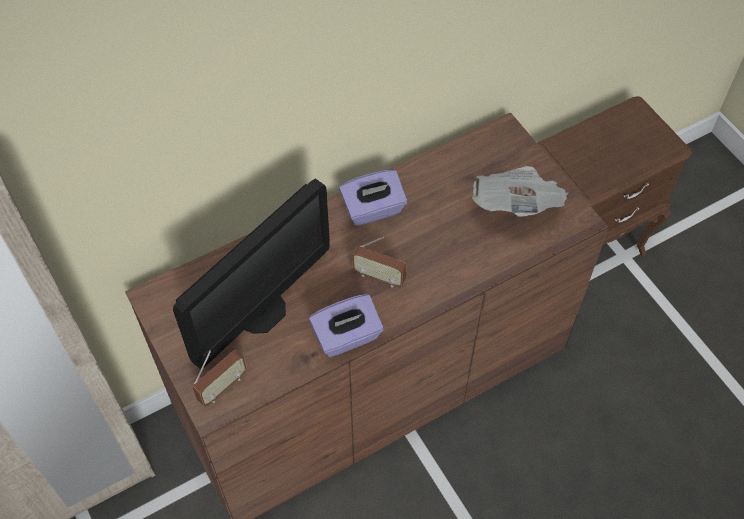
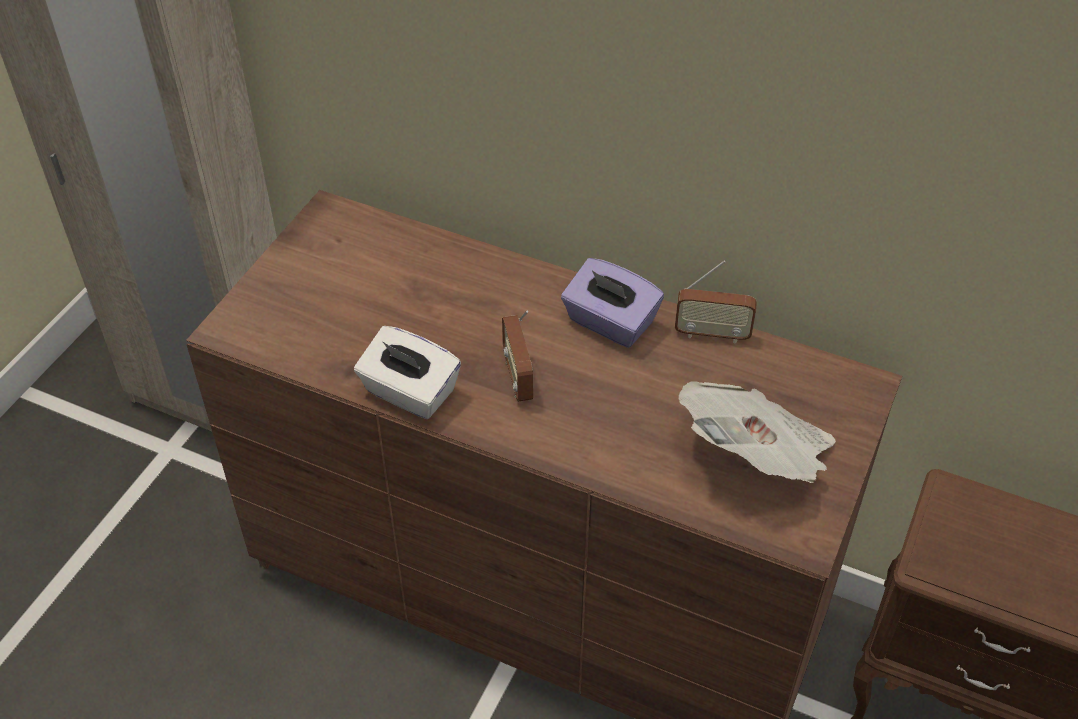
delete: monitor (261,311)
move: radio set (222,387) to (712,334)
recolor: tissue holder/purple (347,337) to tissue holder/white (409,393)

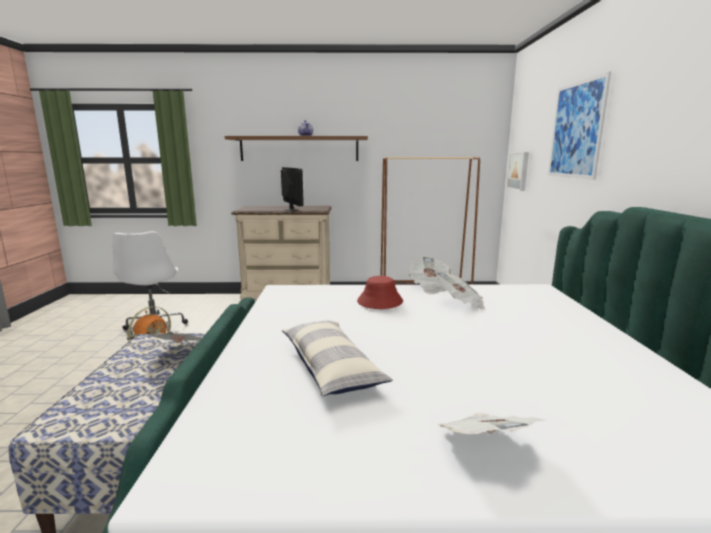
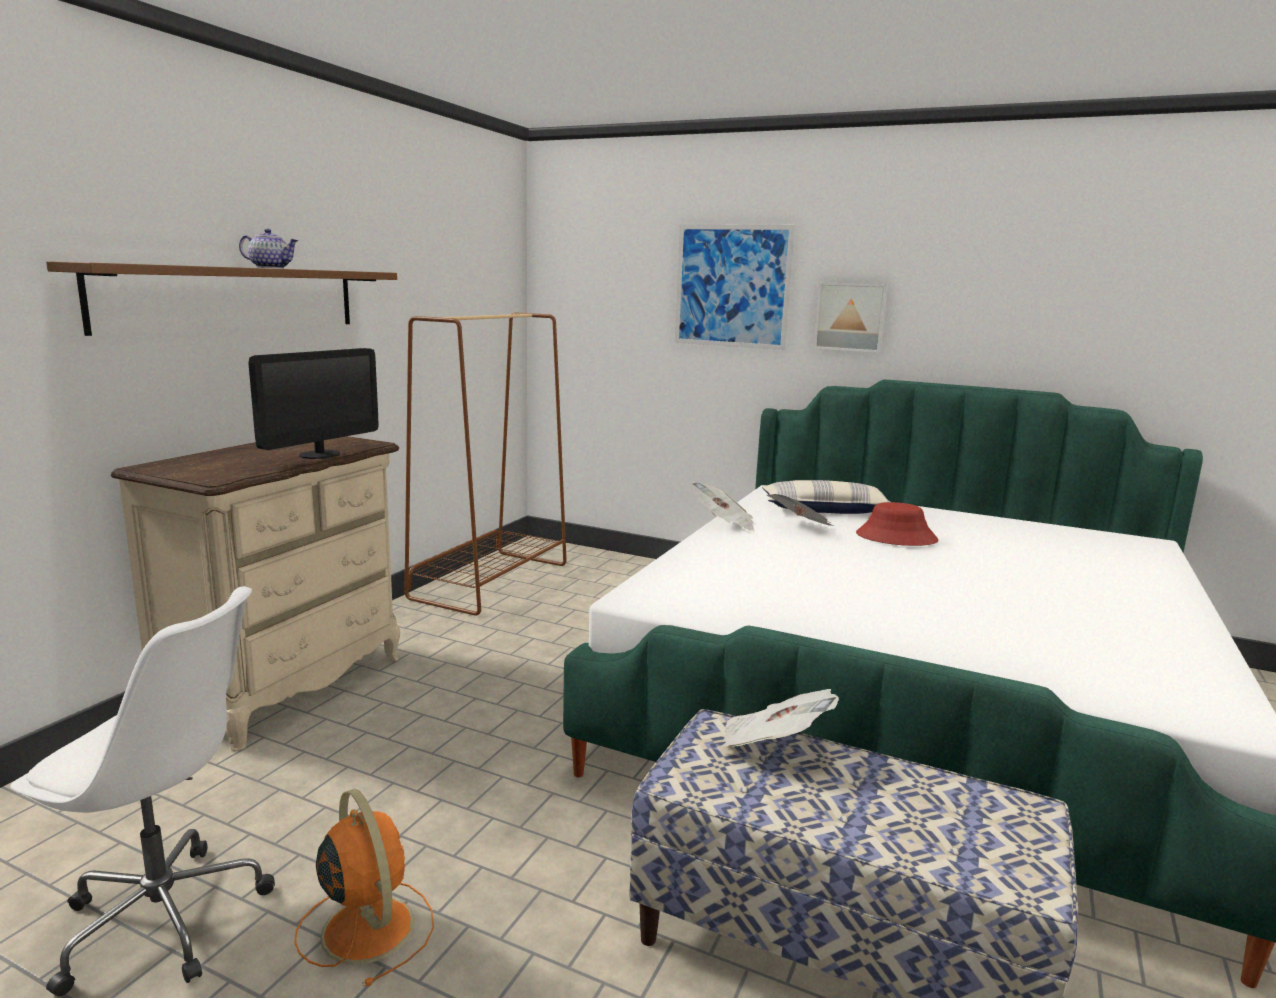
delete: daily paper (485,445)
move: throw pillow (331,368) to (825,510); clothing hat/red-coloured (379,301) to (896,538); picture (519,171) to (850,317)
rotate: monitor (291,210) = (319,454) 120 degrees clockwise

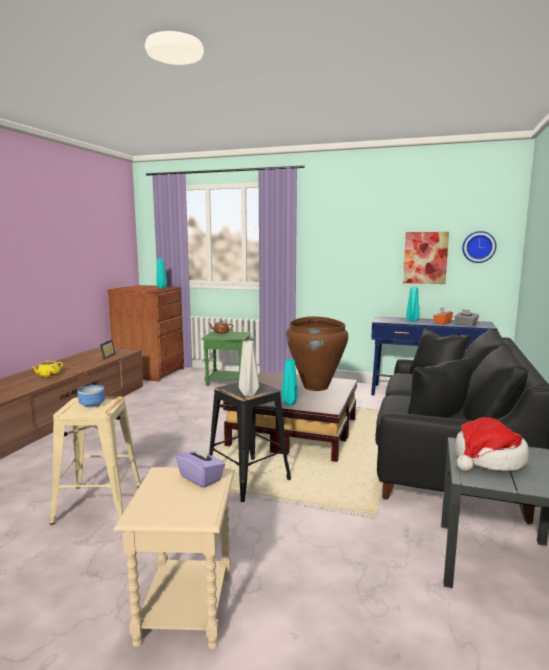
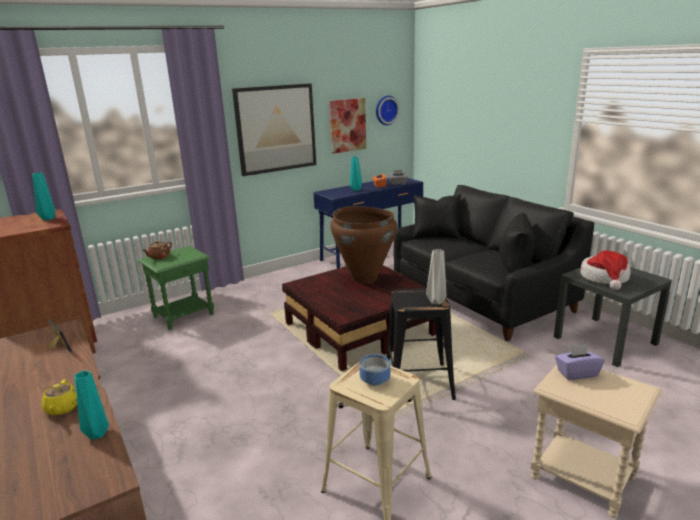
insert: picture (276,129)
move: vase/turquoise (289,404) to (97,435)

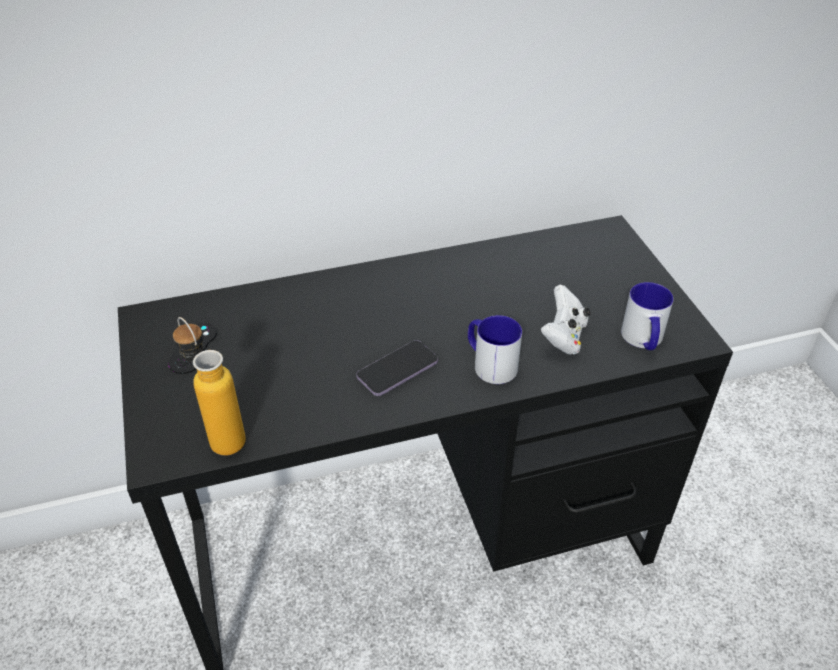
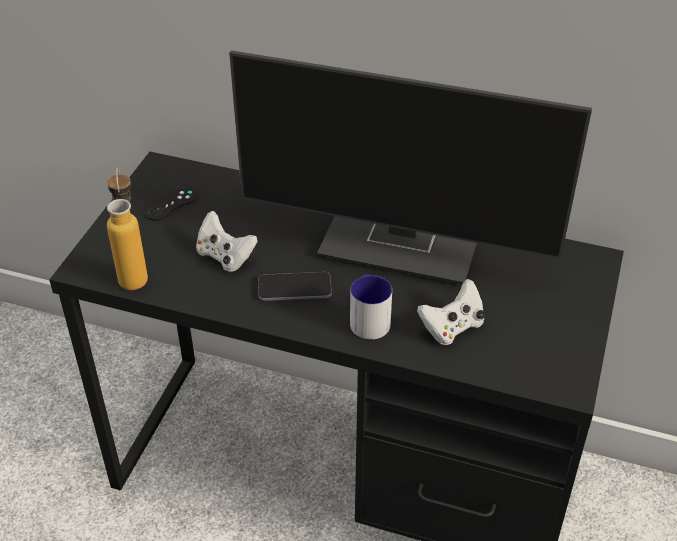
delete: coffee mug (643,340)
insert: joypad/white (225,257); monitor (404,242)

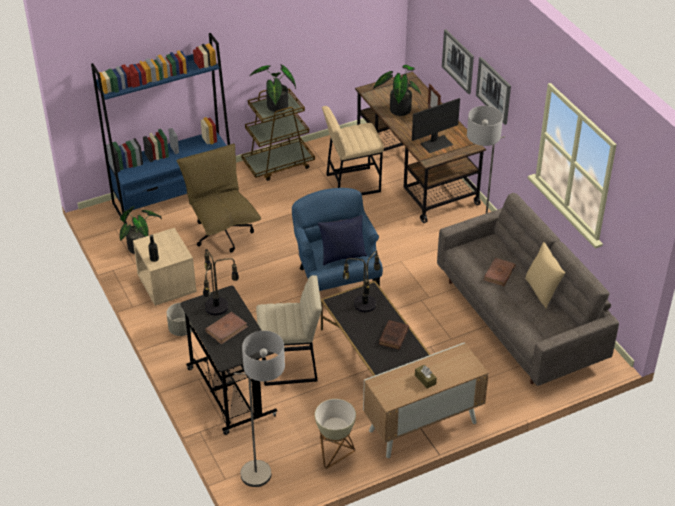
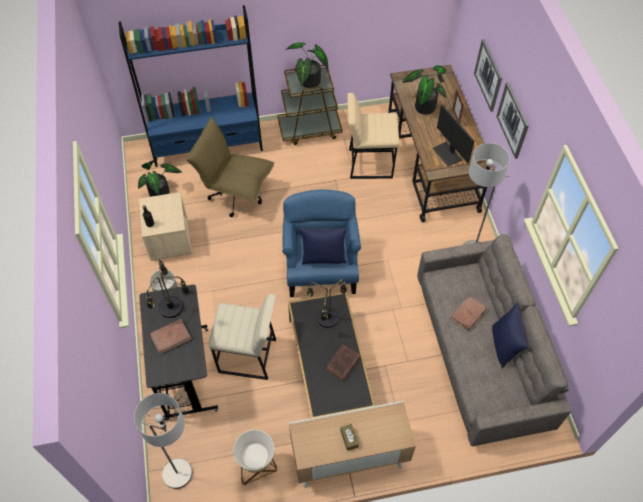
recolor: throw pillow/sand-coloured (542,291) to throw pillow/blue-coloured (504,345)
rotate: office chair/sand-coloured (223,234) = (236,195) 60 degrees counterclockwise; monitor (436,143) = (448,154) 75 degrees clockwise

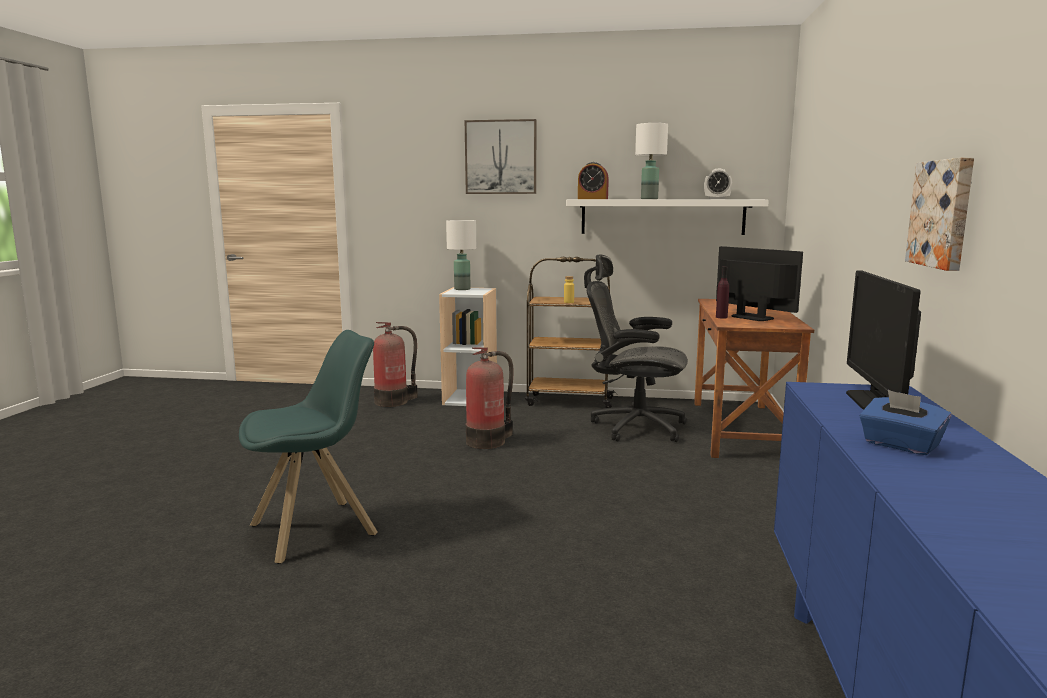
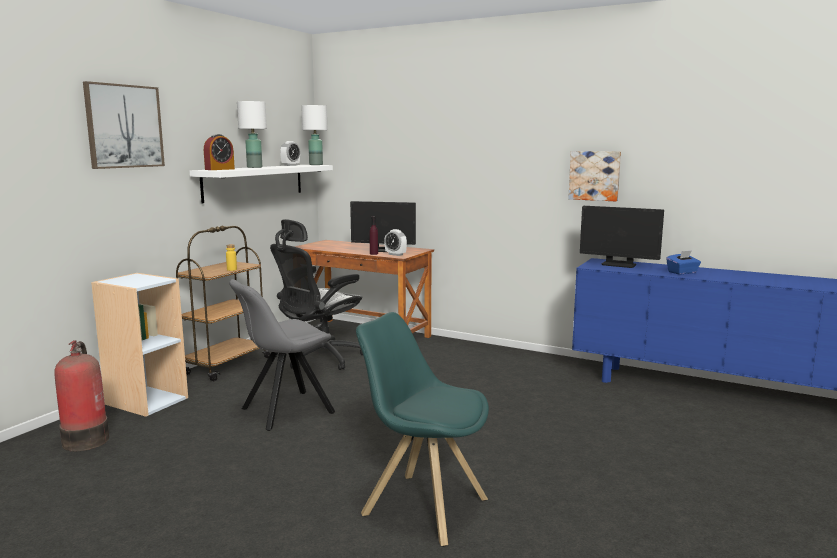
insert: bedside clock (395,254)
move: lamp for a table/white (462,289) to (315,165)
replace: extinguisher (488,441) to chair/gray (286,410)
rotate: chair/turquoise (315,530) = (424,507) 45 degrees counterclockwise; monitor (752,317) = (383,250) 150 degrees counterclockwise

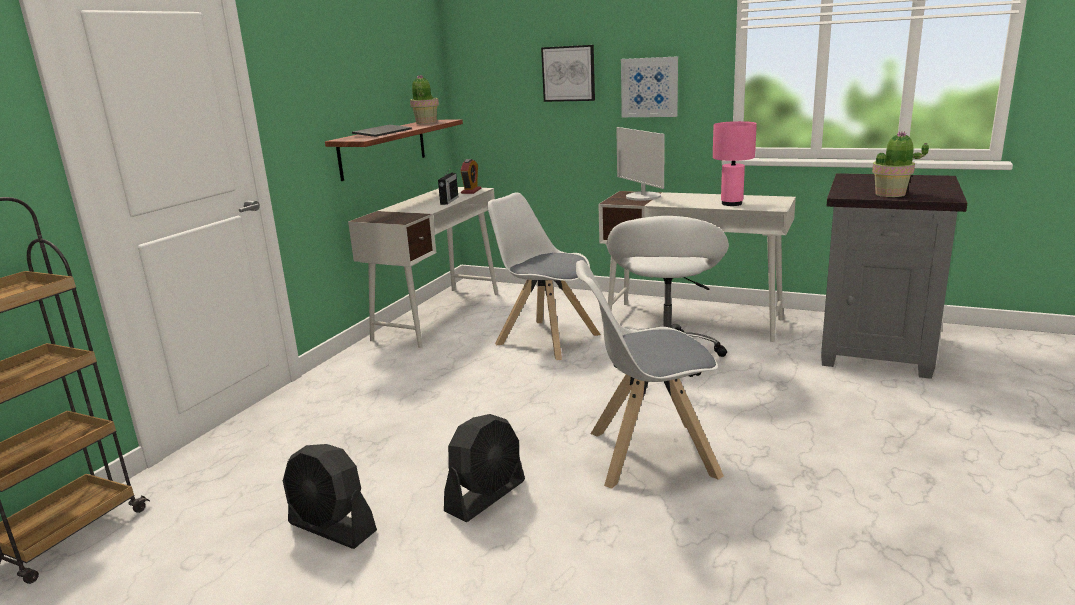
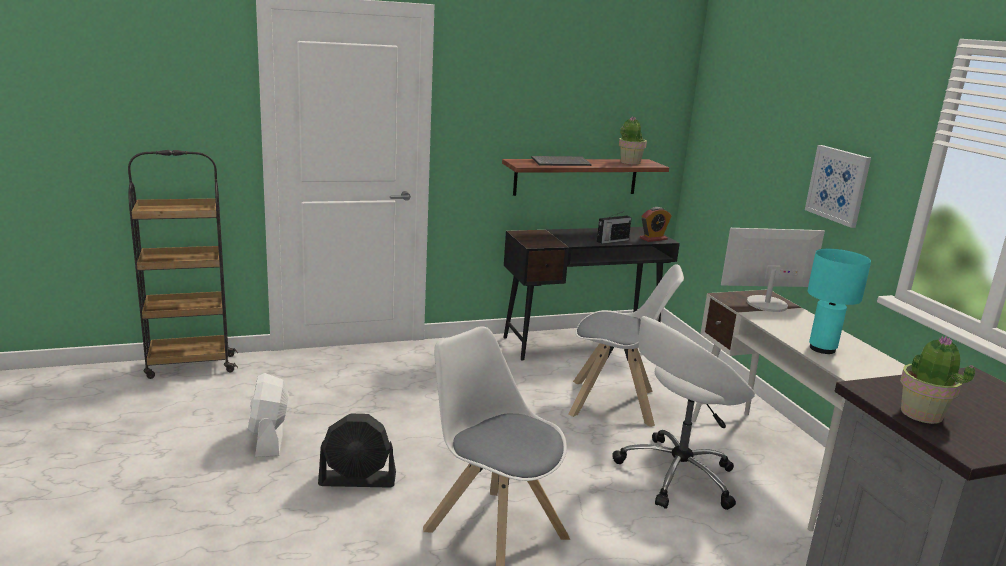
delete: picture (569,73)
recolor: fan/blackish (332,528) to fan/white (269,439); desk table/white (439,315) to desk table/blackish (582,342); lamp for a table/pink (731,204) to lamp for a table/turquoise (821,348)
rotate: chair (545,339) = (615,403) 105 degrees clockwise; monitor (642,197) = (766,304) 60 degrees clockwise

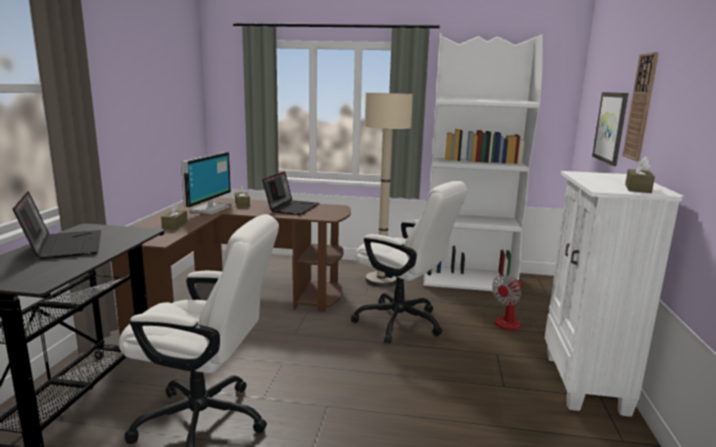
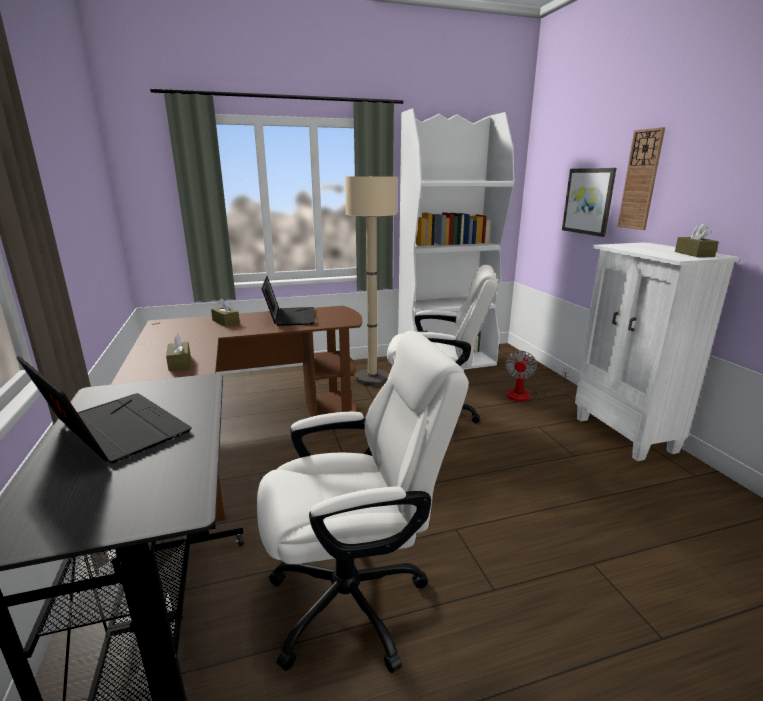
delete: monitor (209,209)

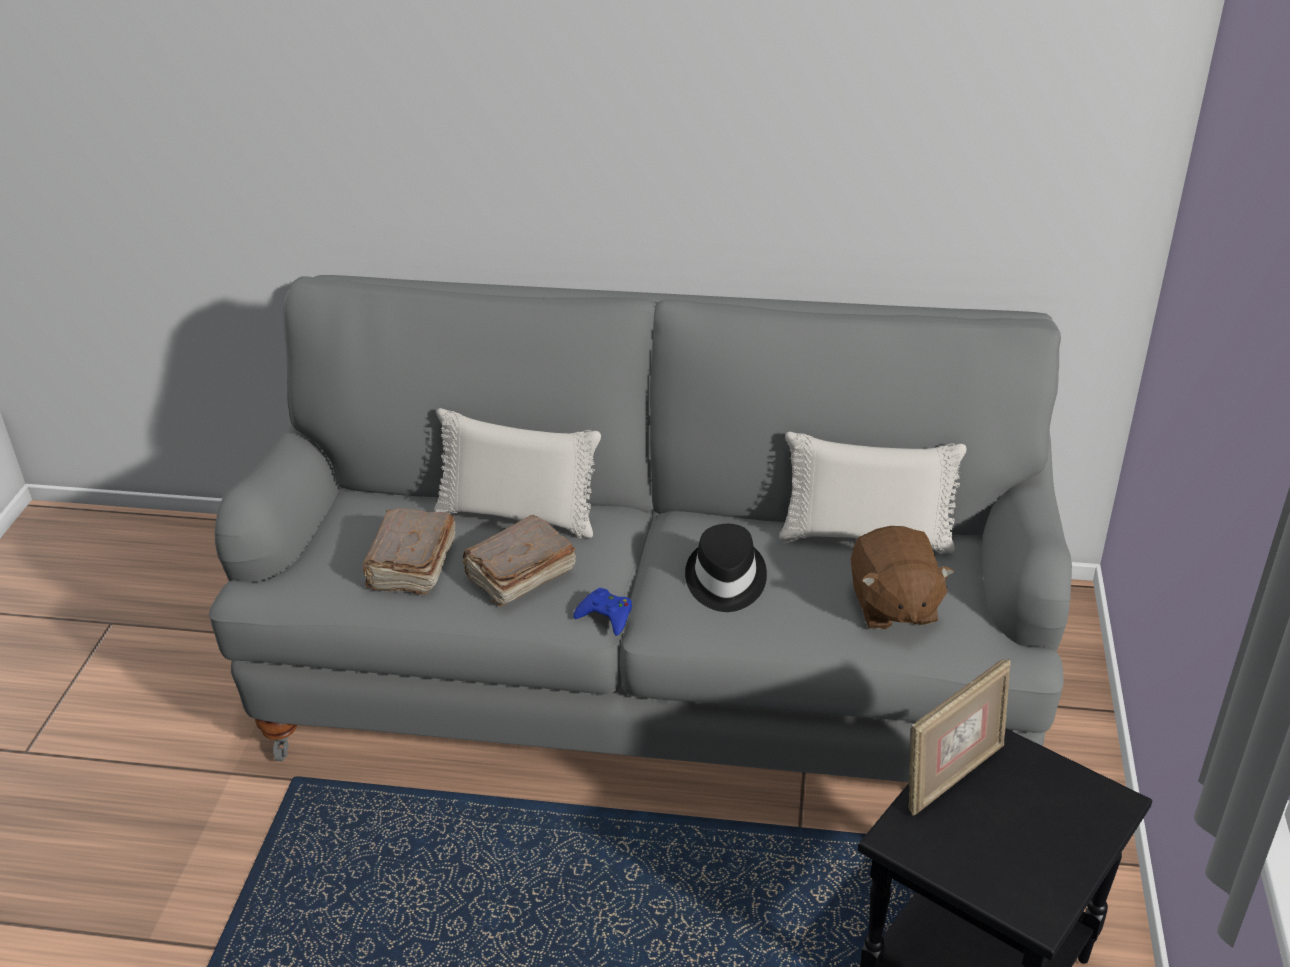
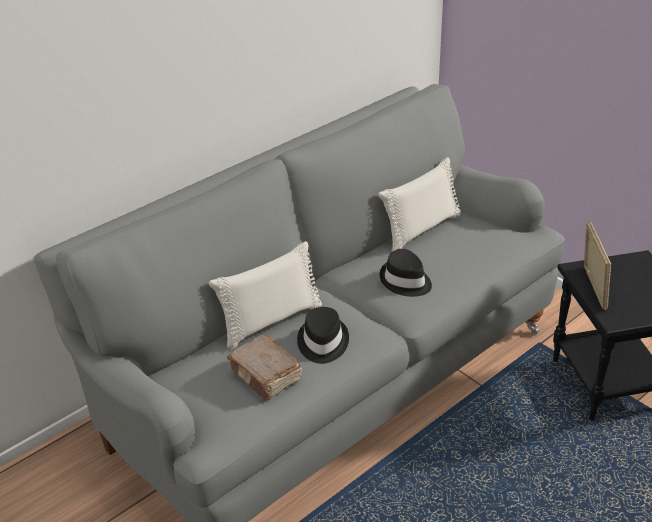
delete: joypad/blue-coloured (606,616); soft toy/brown (893,606)
replace: book/brown (519,575) to clothing hat/blackish (322,342)

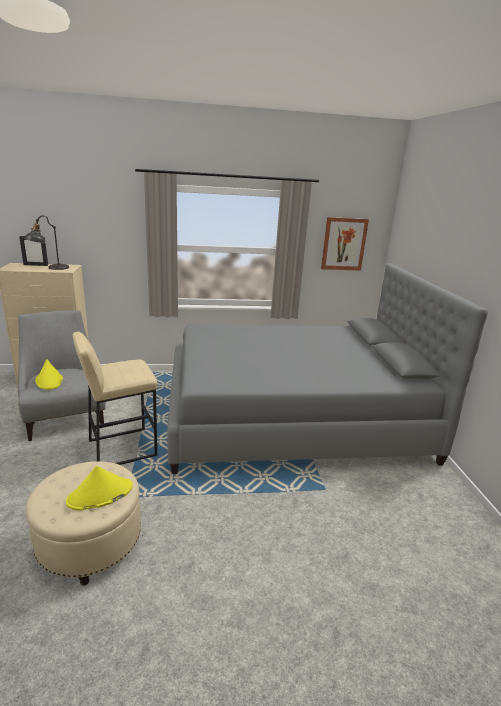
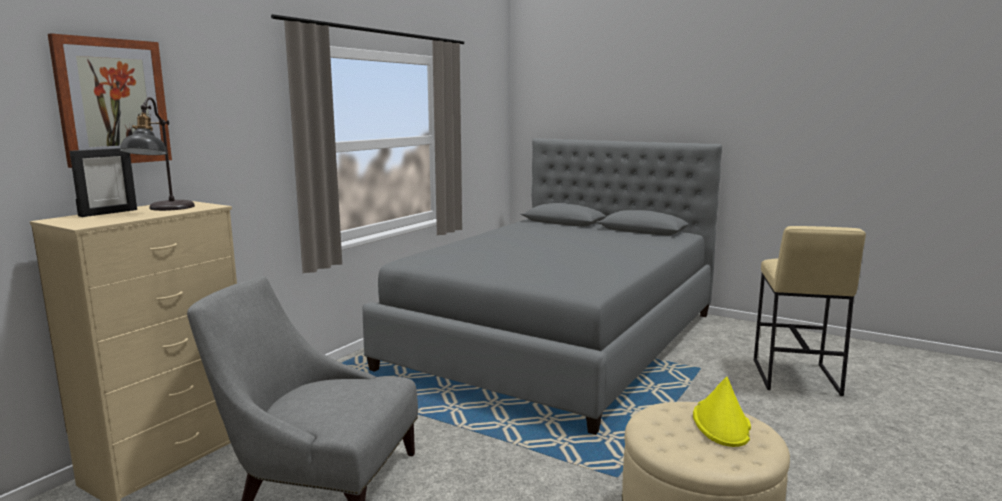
delete: clothing hat/yellowish (49,380)
move: stool seat/sand-coloured (121,448) to (795,377); picture (343,244) to (113,102)

